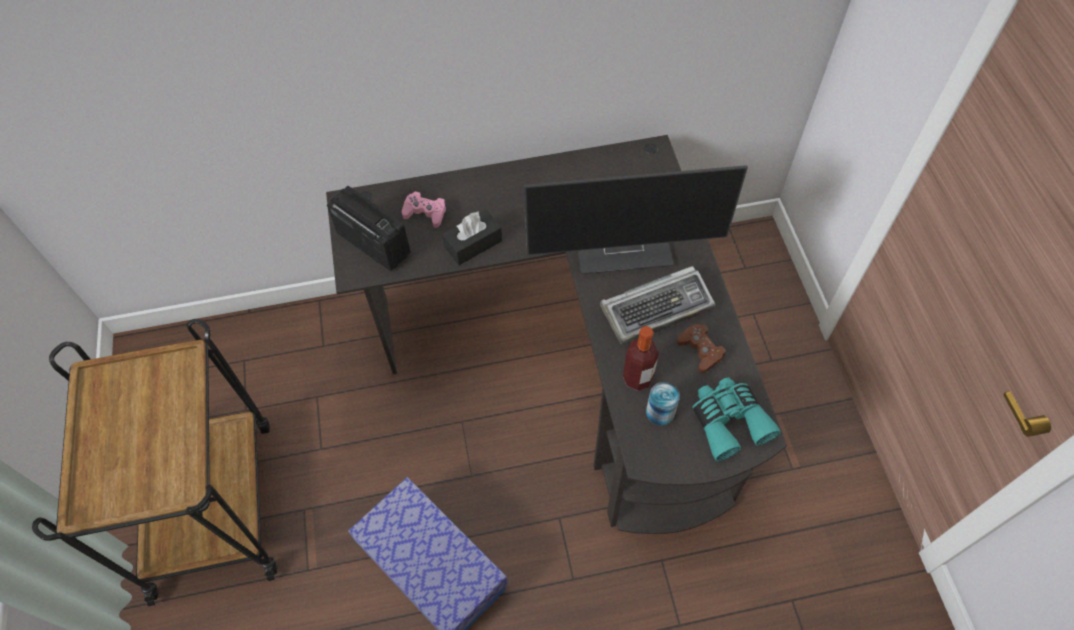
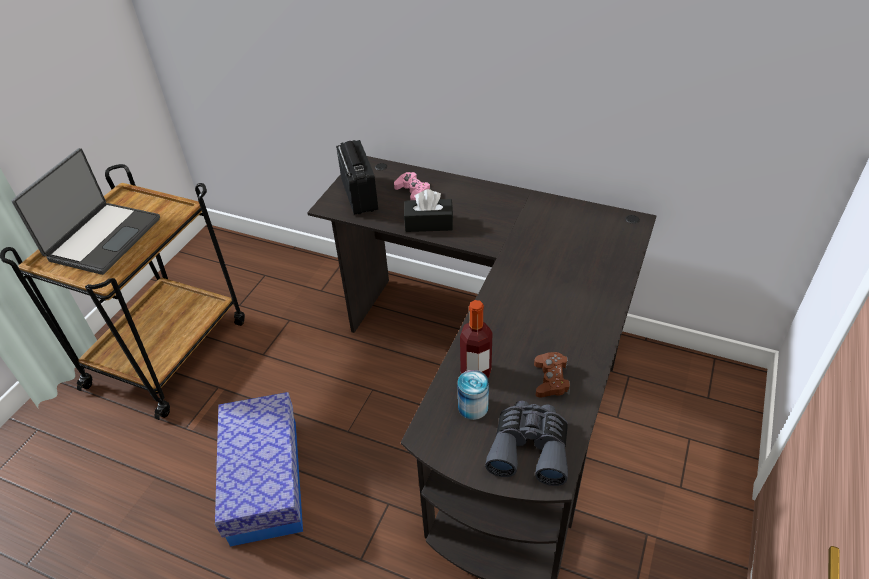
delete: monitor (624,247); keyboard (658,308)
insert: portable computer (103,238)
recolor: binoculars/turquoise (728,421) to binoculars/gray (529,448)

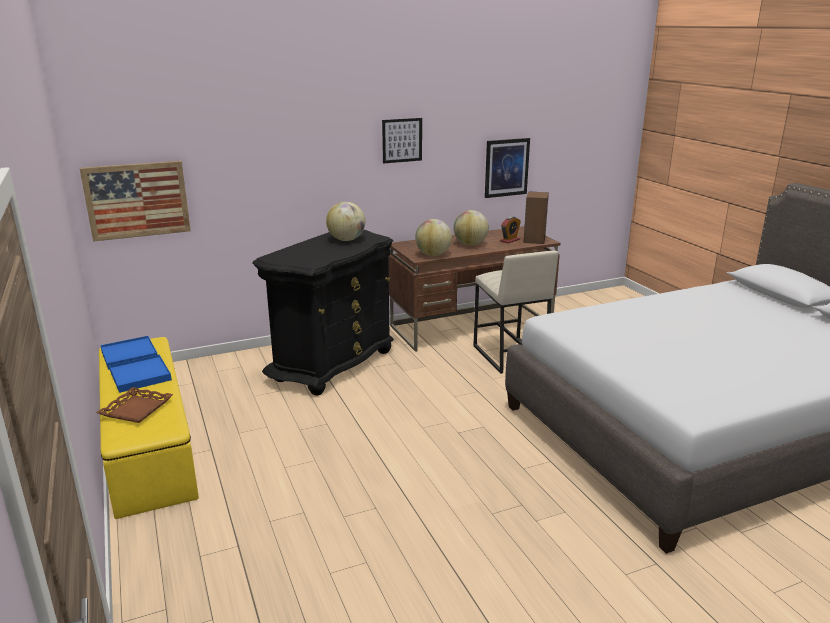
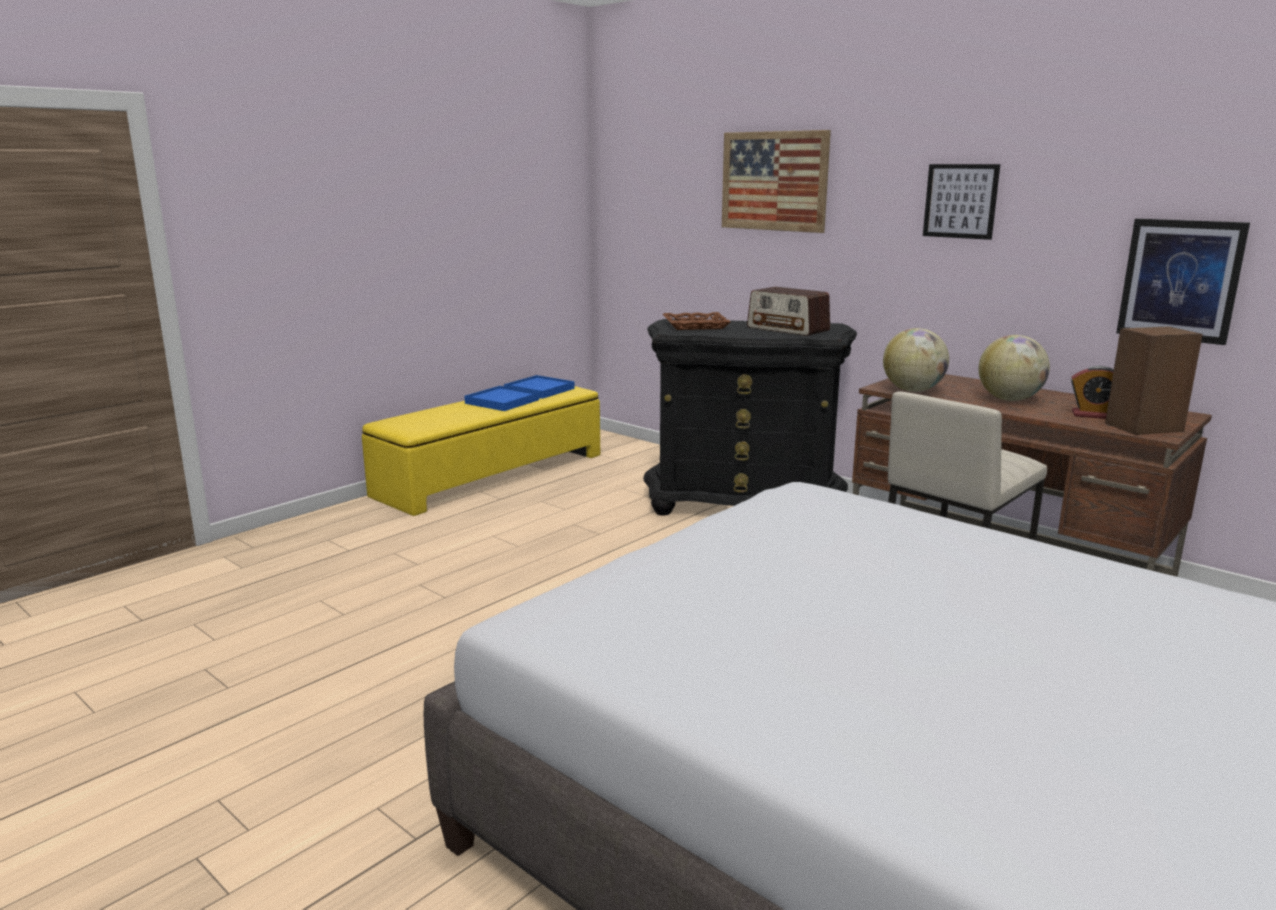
move: picture (137,200) to (774,181); serving tray/brown (136,409) to (695,325)
replace: world globe (346,240) to radio set (788,329)

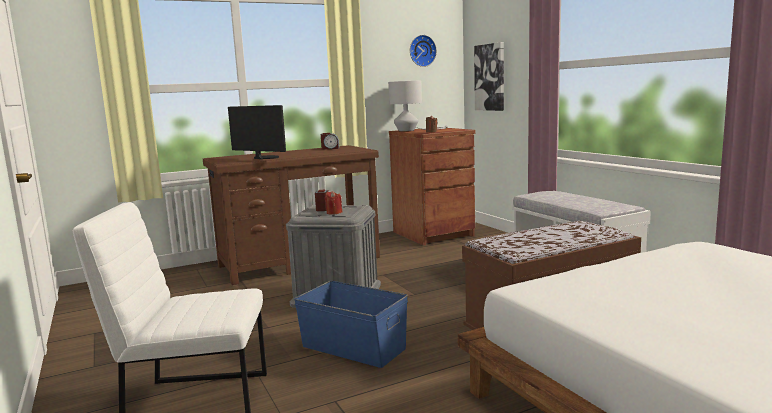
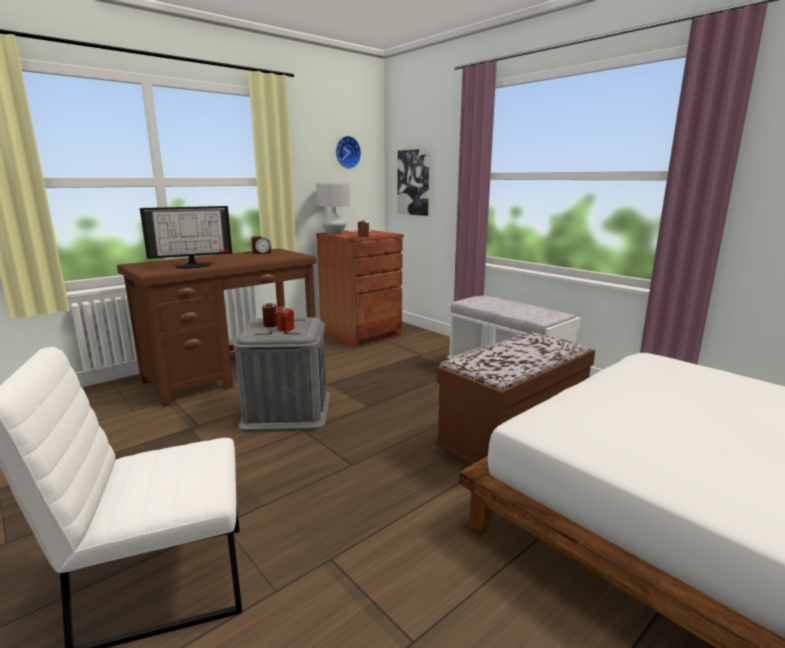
delete: storage bin/blue-coloured (353,347)
rotate: monitor (263,158) = (193,265) 135 degrees clockwise

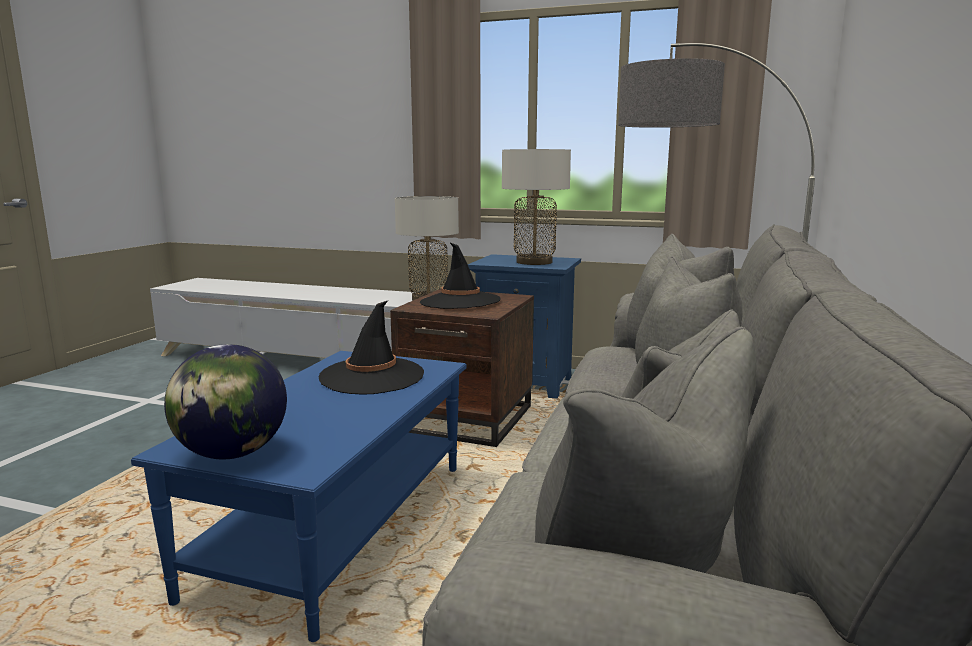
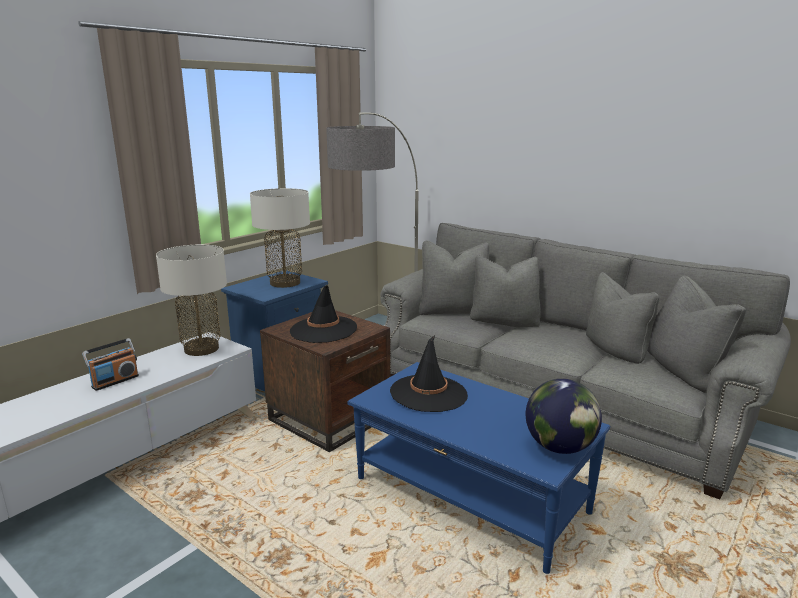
insert: radio set (115,381)

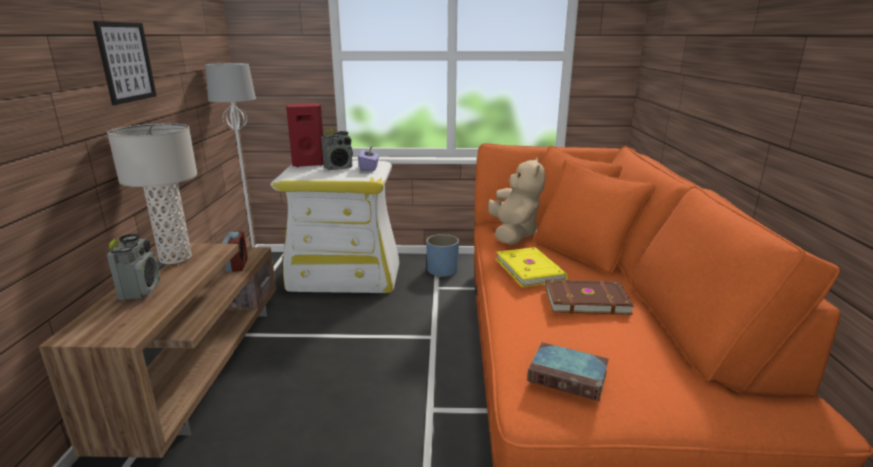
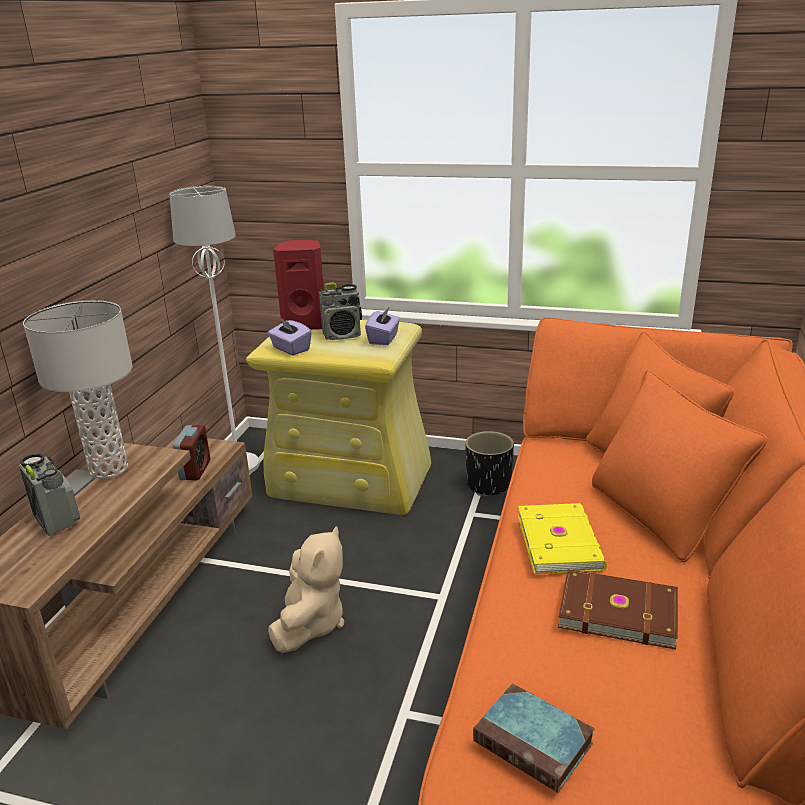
delete: picture (126,62)
insert: tissue holder/purple (290,349)
move: soft toy/sand-coloured (513,234) to (310,623)
recolor: nightstand/white (345,277) to nightstand/yellowish (351,481); flower pot/blue-coloured (442,271) to flower pot/blackish (488,485)
rotate: radio set (140,290) = (56,519) 45 degrees counterclockwise

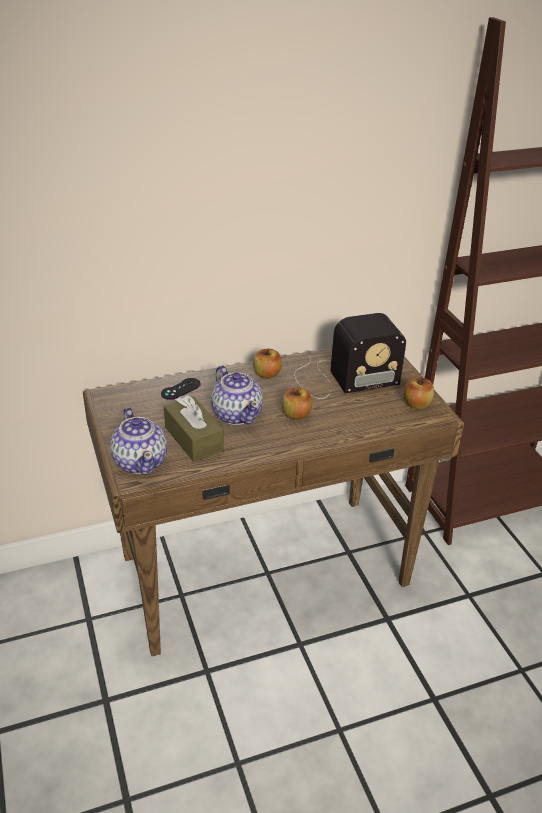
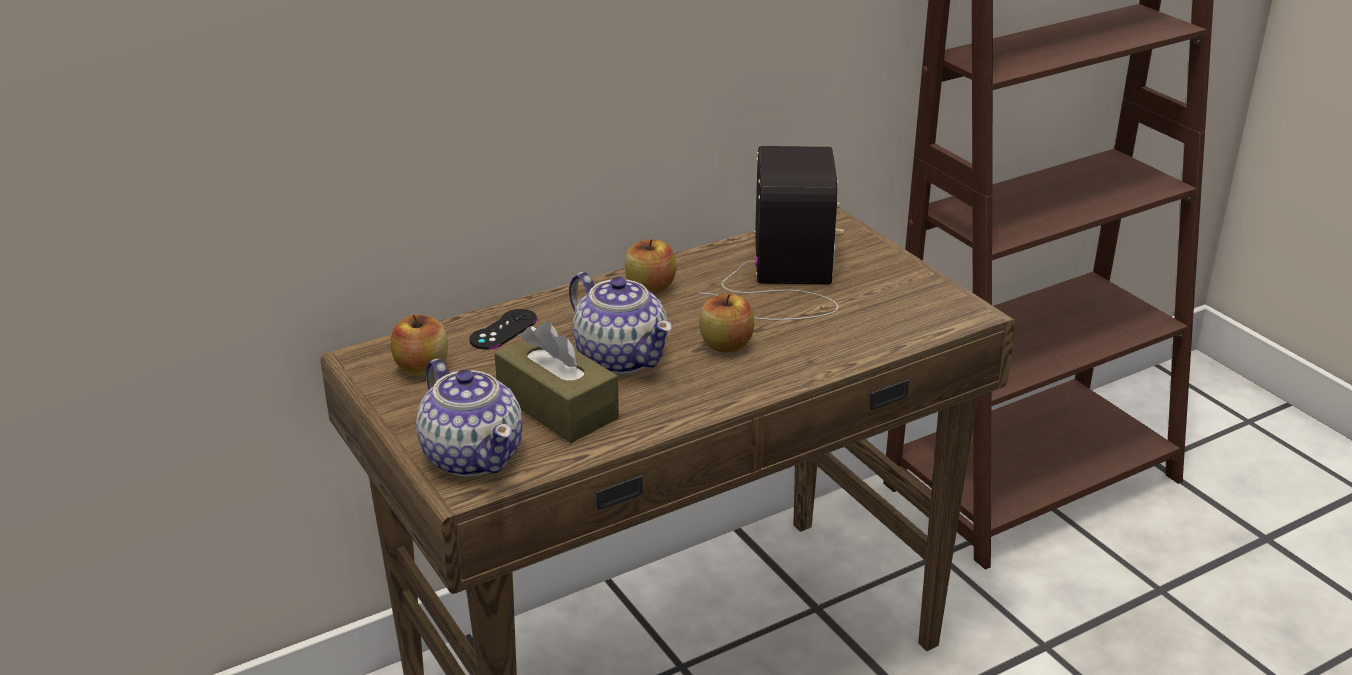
move: apple fruit (417,404) to (422,367)
rotate: radio set (342,378) = (784,278) 60 degrees counterclockwise

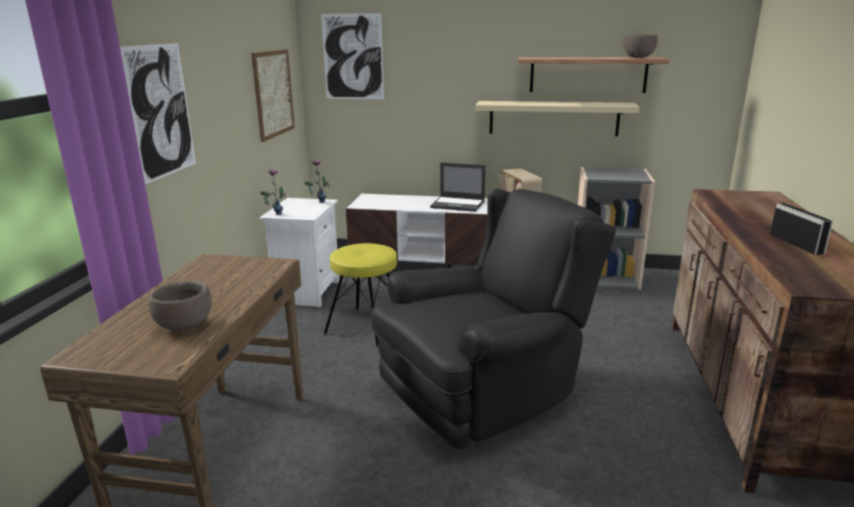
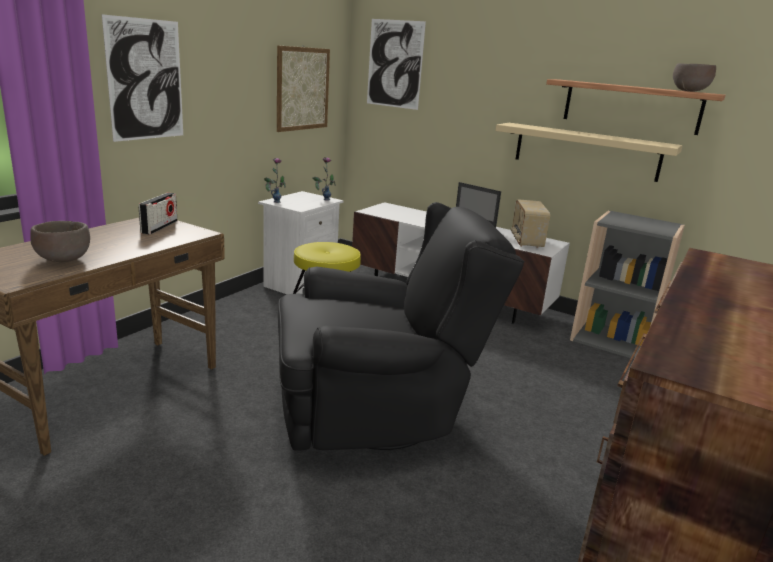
move: radio set (796,244) to (159,227)

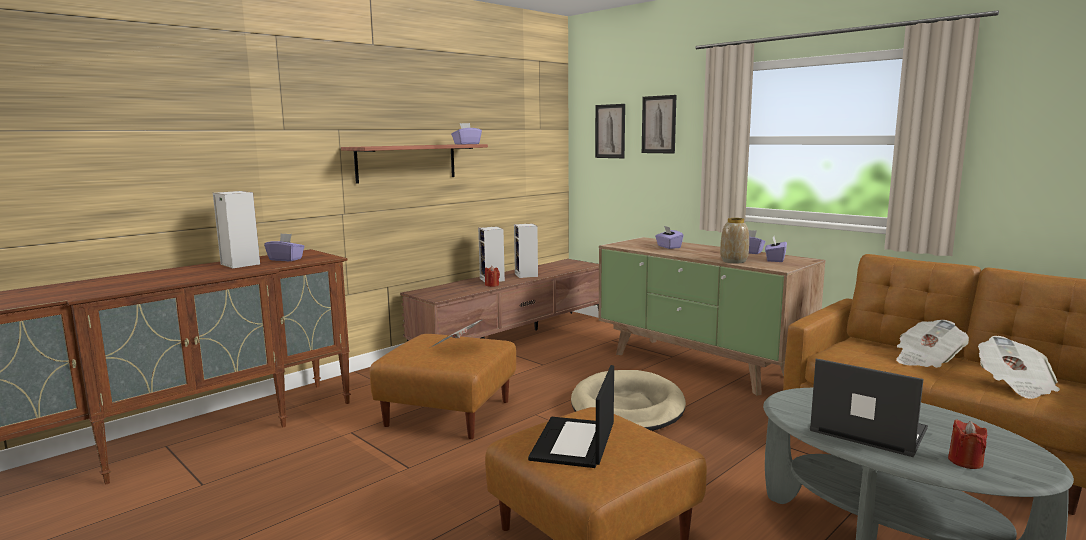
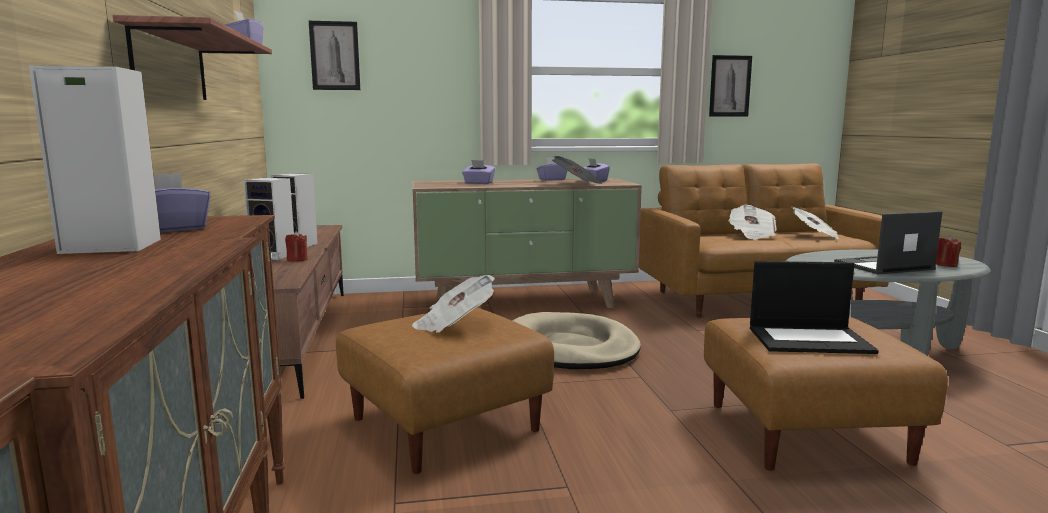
move: picture (659,124) to (730,86)
replace: vase (734,261) to daily paper (577,184)
rotate: portable computer (574,443) = (810,339) 45 degrees counterclockwise

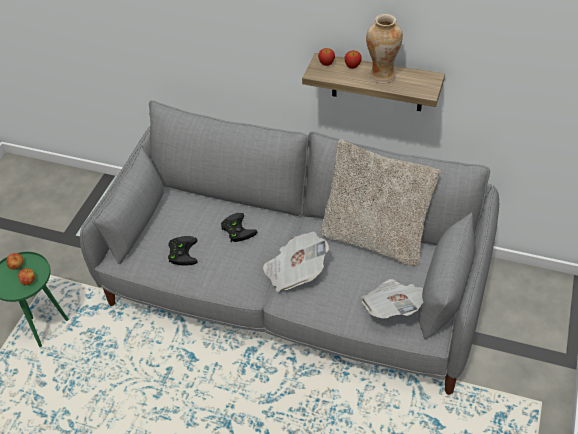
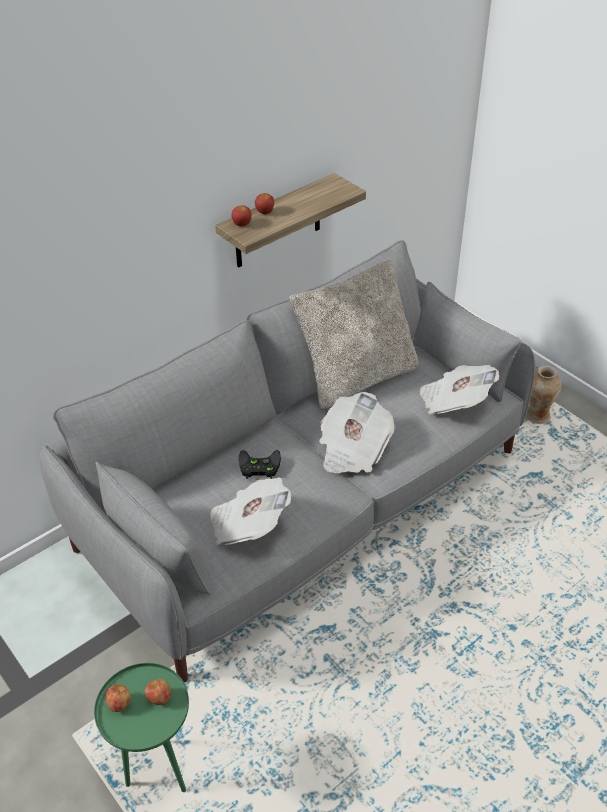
move: vase (382,76) to (537,417)
replace: joypad/blackish (182,252) to daily paper (248,525)

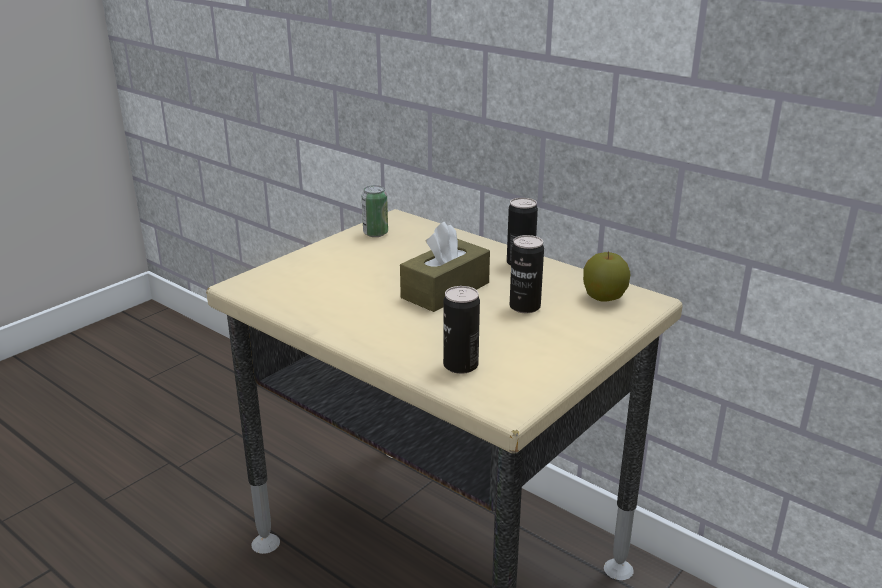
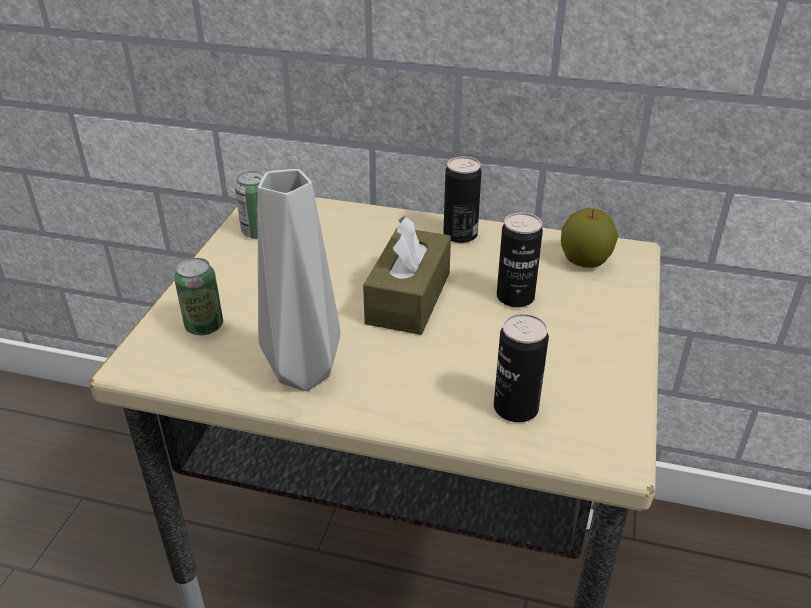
insert: metal can (204,326); vase/gray (306,375)

